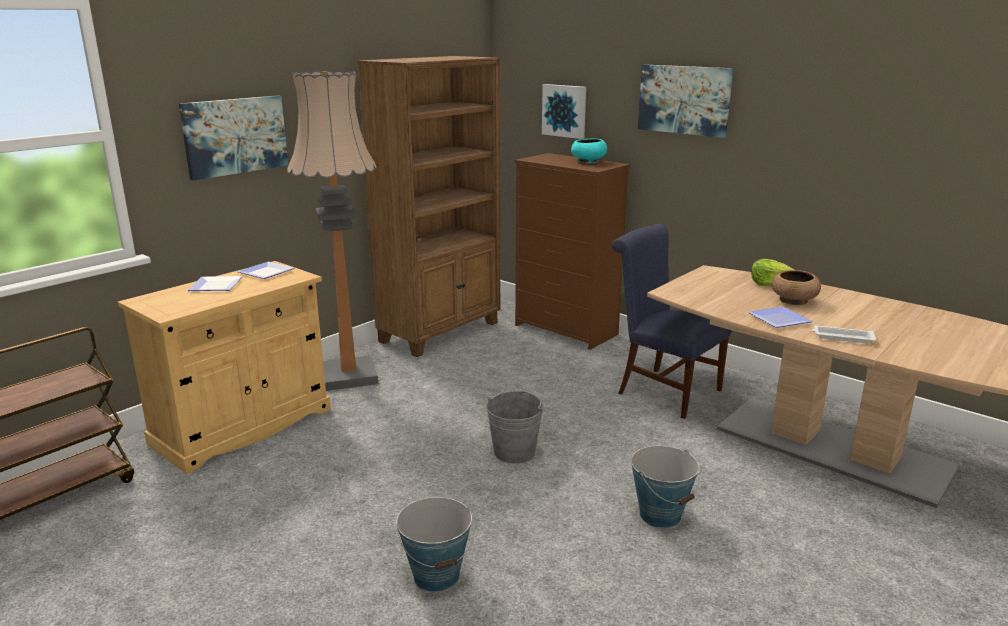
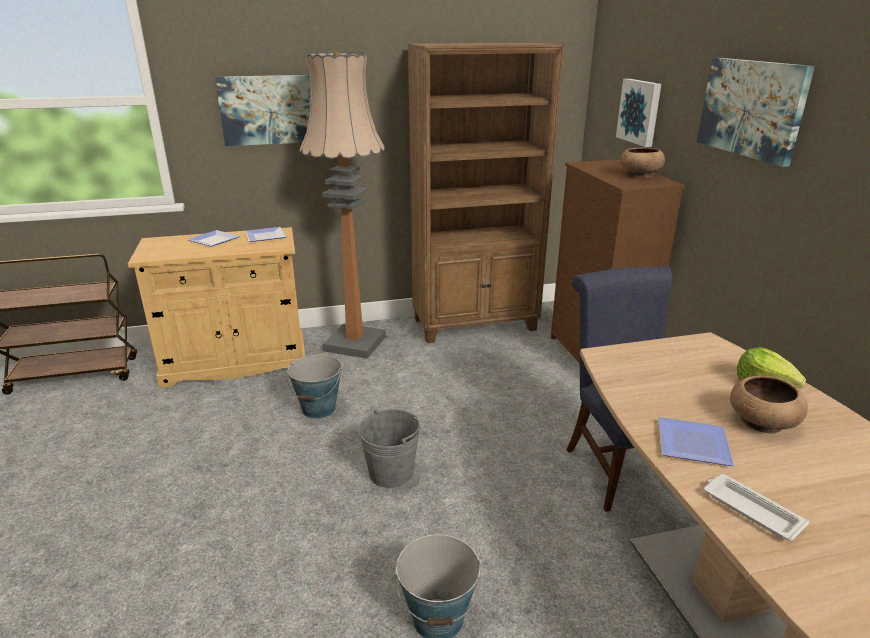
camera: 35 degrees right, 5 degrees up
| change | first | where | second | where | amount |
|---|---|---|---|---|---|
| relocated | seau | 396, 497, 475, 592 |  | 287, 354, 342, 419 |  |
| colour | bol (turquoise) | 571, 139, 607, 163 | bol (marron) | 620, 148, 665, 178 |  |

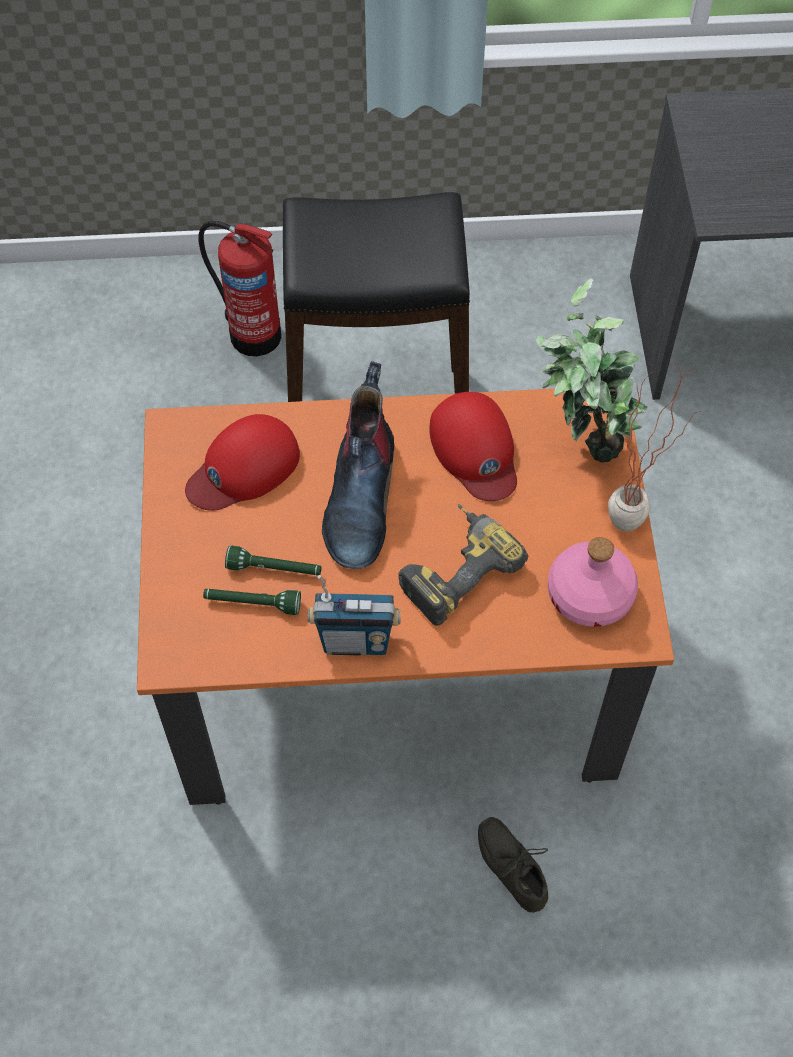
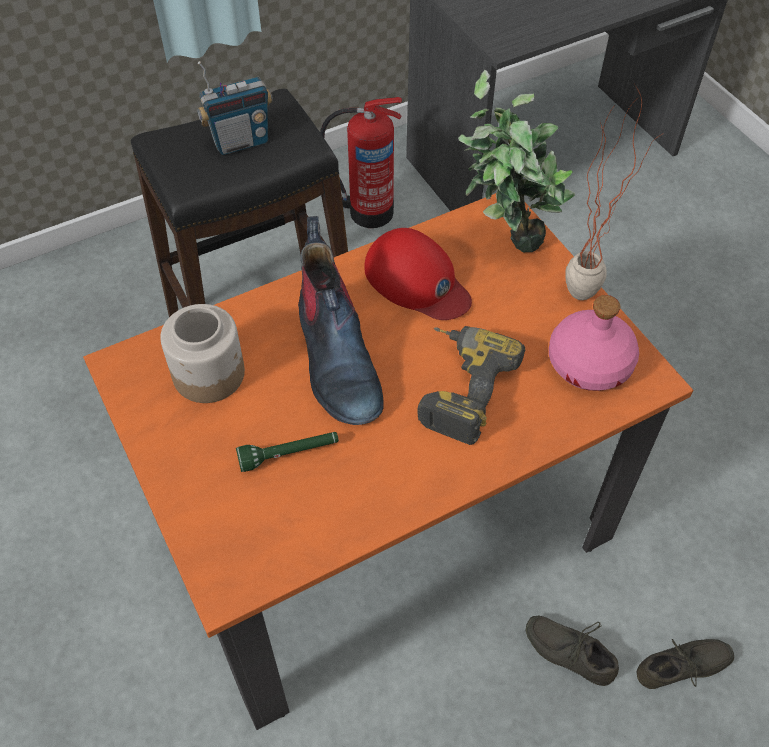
camera: 25 degrees left, 5 degrees down
| change | first | where | second | where | amount |
|---|---|---|---|---|---|
| exchanged | casquette (rouge) | 185, 414, 300, 511 | bocal | 160, 304, 245, 403 |  |
| relocated | radio | 308, 575, 401, 656 |  | 197, 61, 273, 155 |  |
| relocated | extincteur | 198, 221, 281, 356 |  | 320, 97, 402, 228 |  |
| appeared |  |  | chaussure (gris) | 637, 639, 734, 689 |  |
| missing | lampe de poche (vert) | 203, 589, 301, 615 |  |  |  |

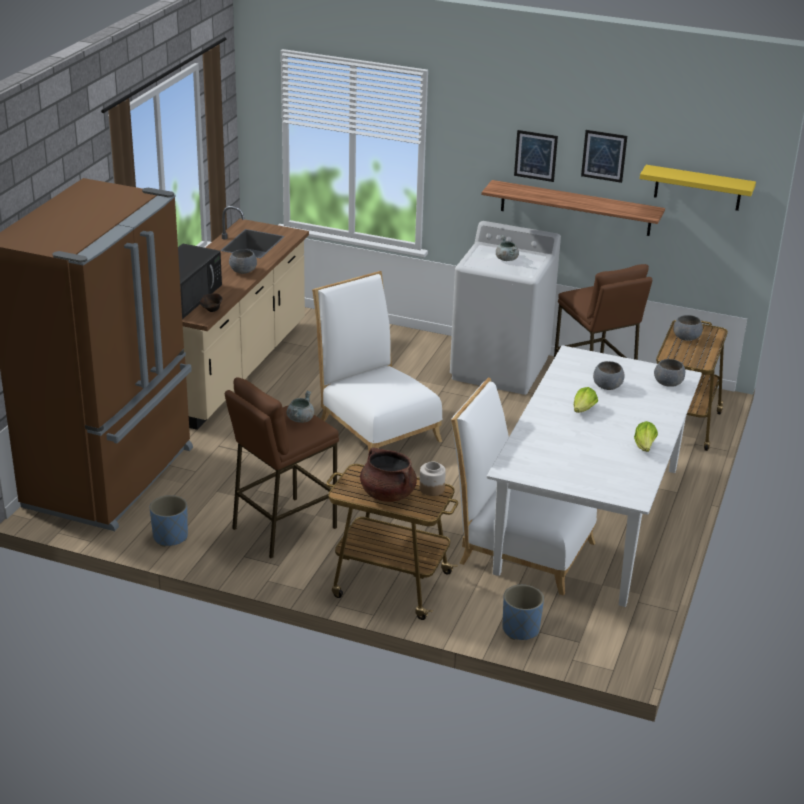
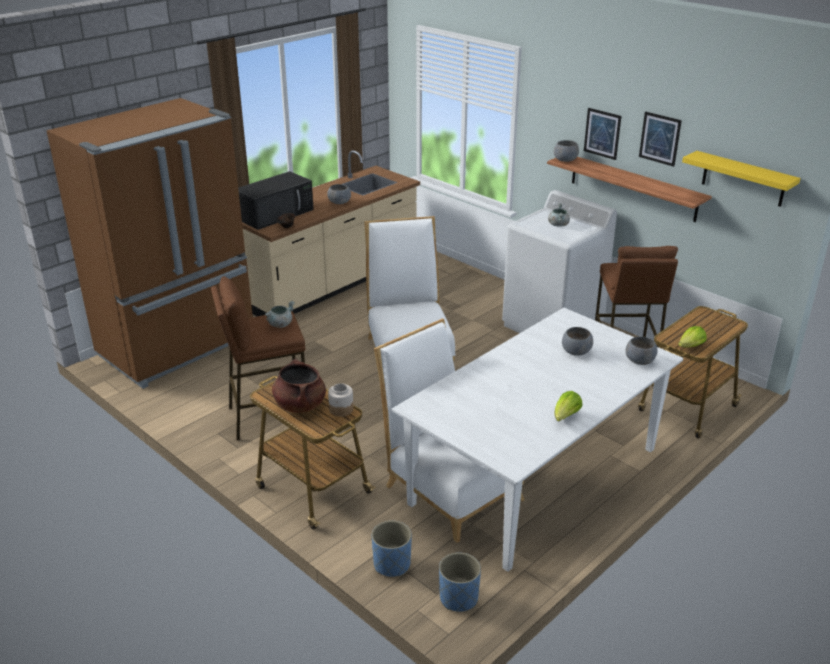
camera: 25 degrees right, 0 degrees up
| change | first | where | second | where | amount |
|---|---|---|---|---|---|
| relocated | cache-pot (bleu) | 150, 495, 188, 547 |  | 439, 553, 481, 612 |  |
| relocated | bol (gris) | 673, 315, 703, 341 |  | 554, 140, 579, 162 |  |
| relocated | laitue | 574, 387, 598, 413 |  | 678, 326, 706, 347 |  |

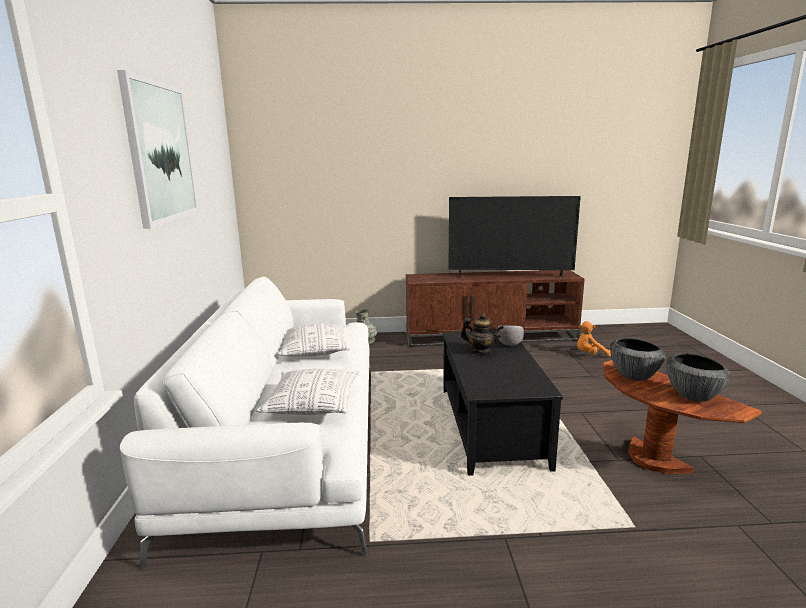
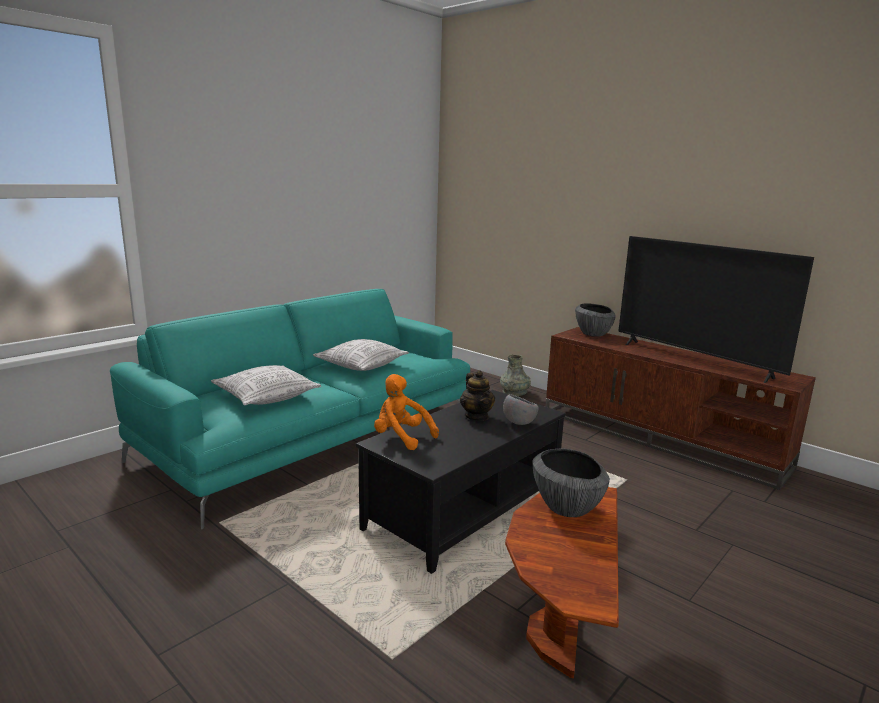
camera: 45 degrees right, 0 degrees up
| change | first | where | second | where | amount |
|---|---|---|---|---|---|
| colour | canapé (blanc) | 120, 277, 370, 570 | canapé (turquoise) | 110, 289, 470, 529 |  |
| relocated | peluche (orange) | 577, 321, 611, 357 |  | 374, 374, 439, 450 |  |
| relocated | bol | 667, 353, 731, 402 |  | 575, 303, 616, 337 |  |
| missing | tableau | 117, 70, 199, 229 |  |  |  |

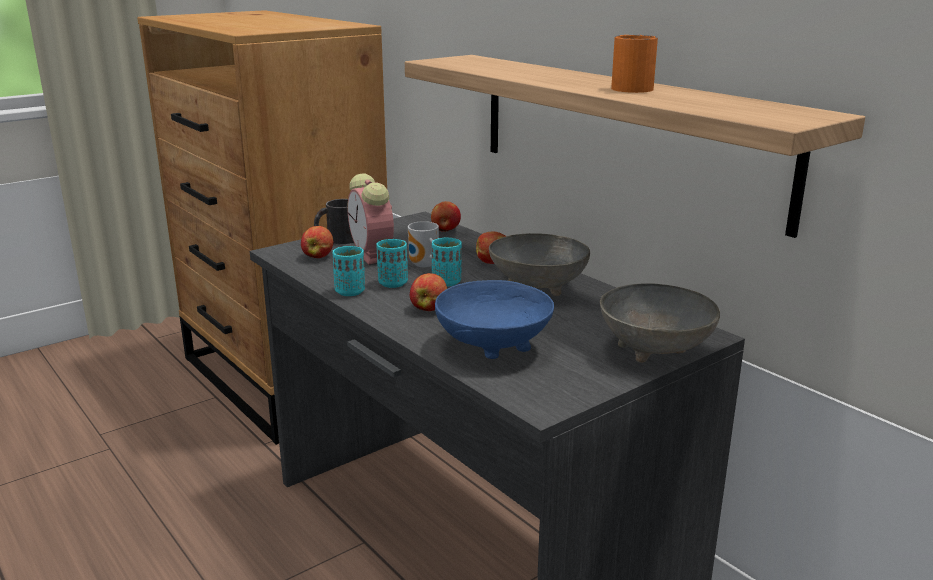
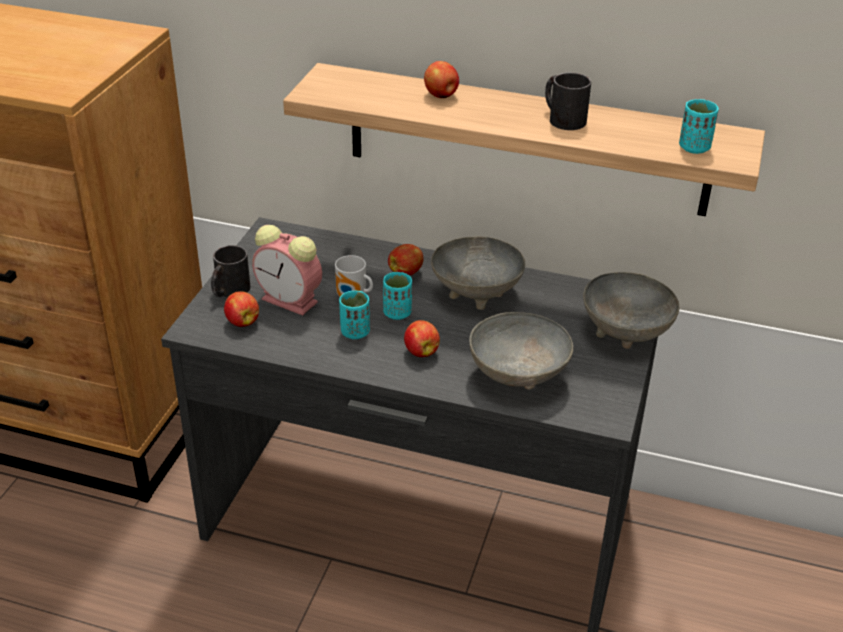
camera: 35 degrees left, 15 degrees up
| change | first | where | second | where | amount |
|---|---|---|---|---|---|
| relocated | pomme | 431, 201, 461, 232 |  | 424, 61, 459, 98 |  |
| colour | bol (bleu) | 435, 280, 554, 359 | bol (gris) | 469, 312, 573, 390 |  |
| colour | mug (orange) | 611, 35, 658, 93 | mug (noir) | 545, 72, 591, 130 |  |
| relocated | tasse (turquoise) | 333, 246, 365, 296 |  | 679, 99, 719, 154 |  |

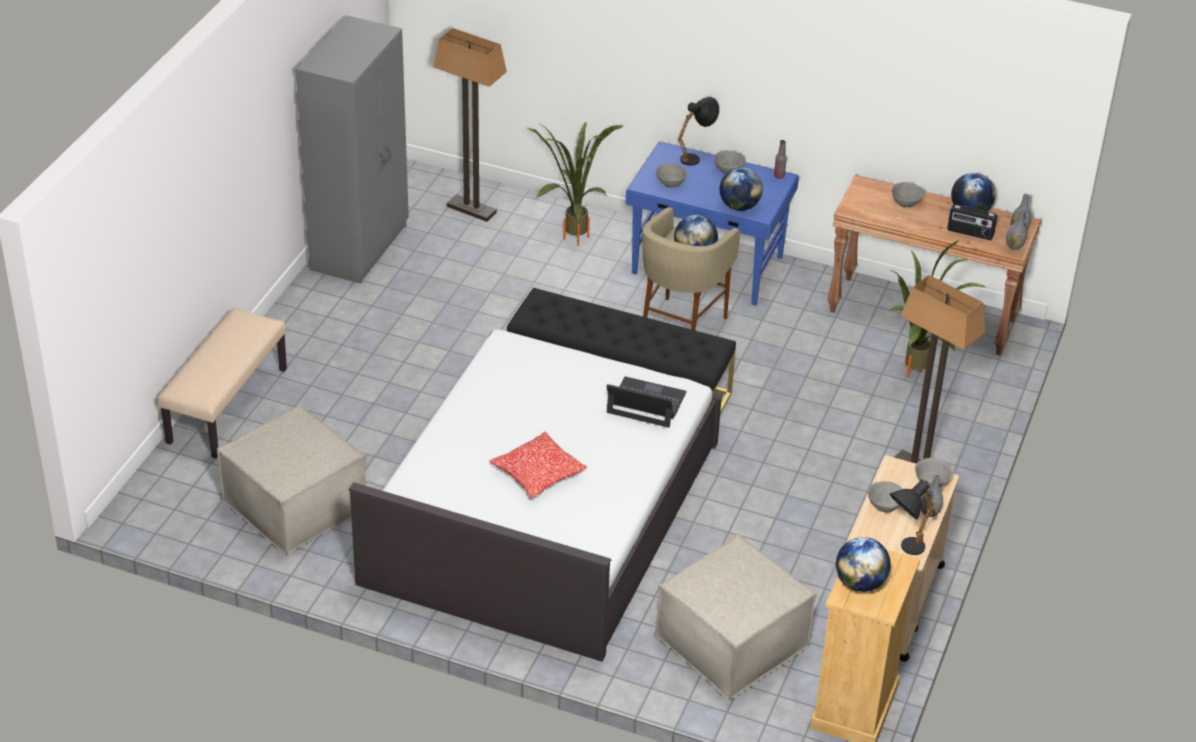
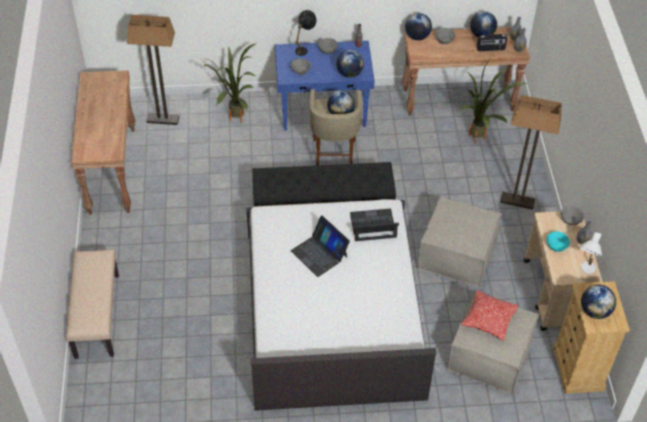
camera: 25 degrees left, 10 degrees up
| change | first | where | second | where | amount |
|---|---|---|---|---|---|
| exchanged | armoire (gris) | 295, 15, 409, 284 | table console (marron) | 71, 70, 135, 215 |  |
| appeared |  |  | ordinateur portable | 291, 216, 350, 277 |  |
| appeared |  |  | globe | 405, 13, 432, 40 |  |
| relocated | pouf (beige) | 217, 404, 367, 554 |  | 416, 196, 502, 287 |  |
| relocated | coussin | 490, 432, 587, 498 |  | 461, 290, 519, 341 |  |
| colour | bol (gris) | 868, 481, 903, 513 | bol (turquoise) | 547, 231, 570, 252 |  |
| colour | lampe de table (noir) | 890, 479, 935, 555 | lampe de table (blanc) | 579, 232, 602, 274 |  |

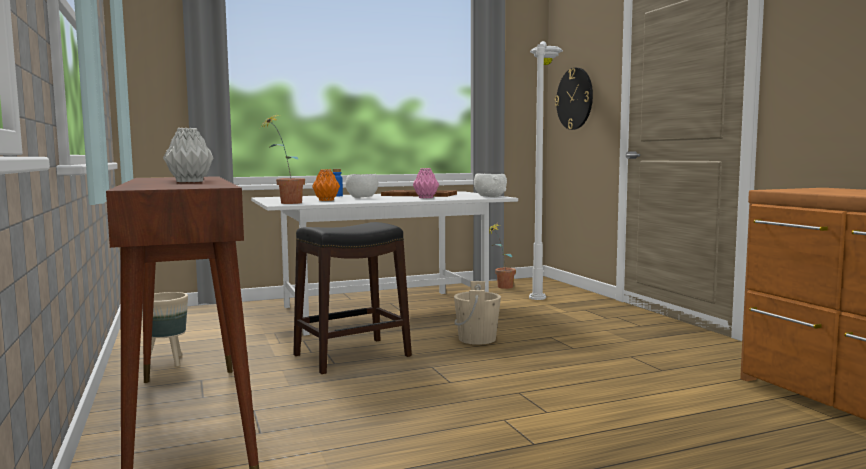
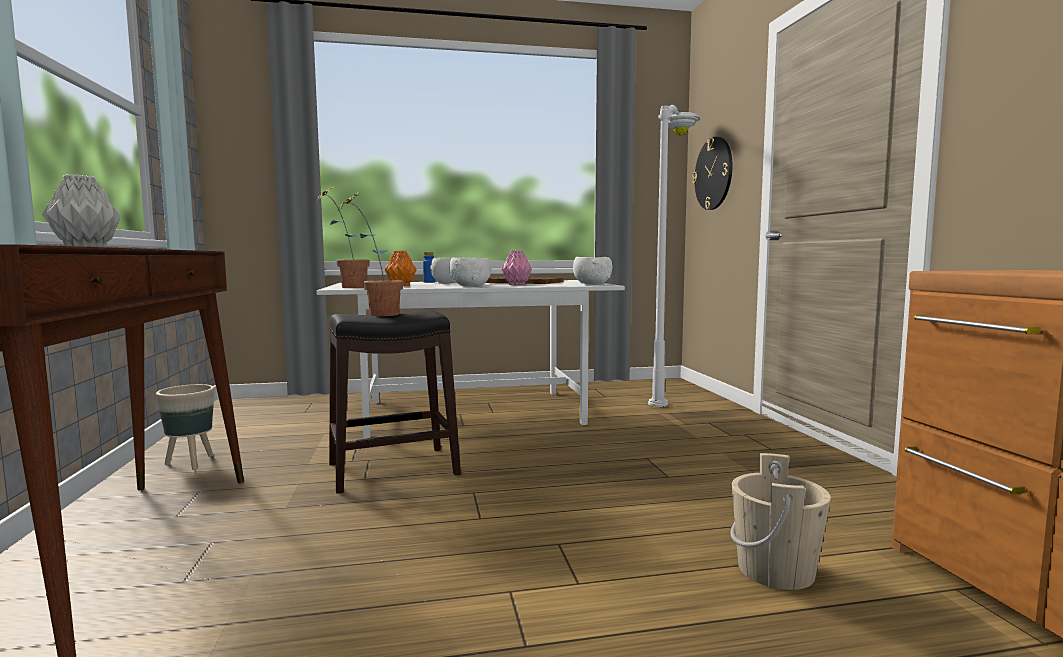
camera: 10 degrees right, 0 degrees up
| change | first | where | second | where | amount |
|---|---|---|---|---|---|
| relocated | plante en pot | 489, 224, 516, 289 |  | 337, 193, 403, 316 |  |
| appeared |  |  | bol (blanc) | 449, 257, 491, 287 |  |
| relocated | seau (beige) | 454, 281, 501, 345 |  | 730, 453, 831, 590 |  |

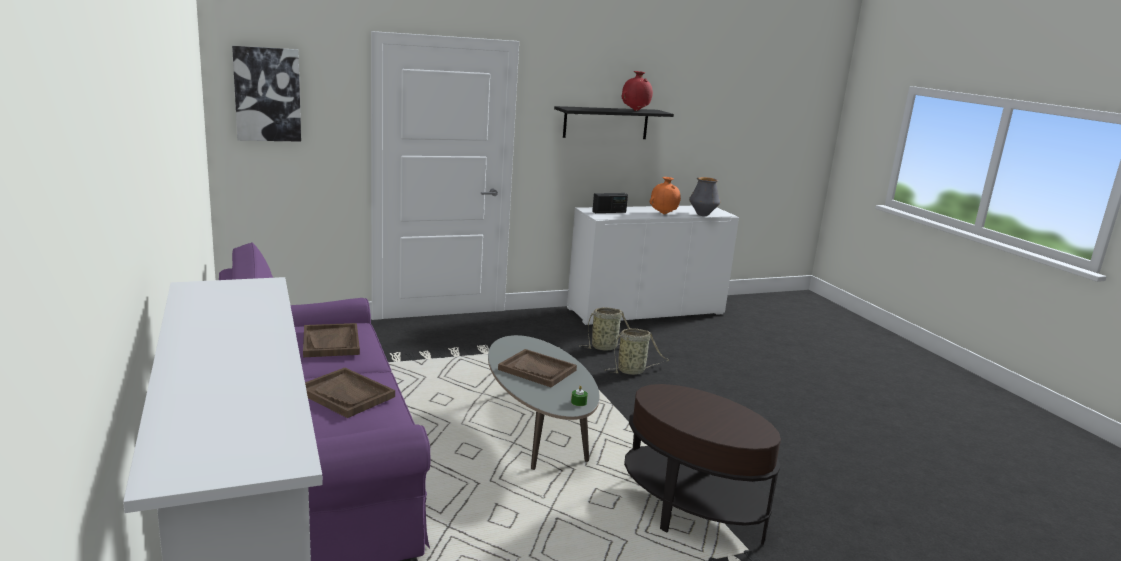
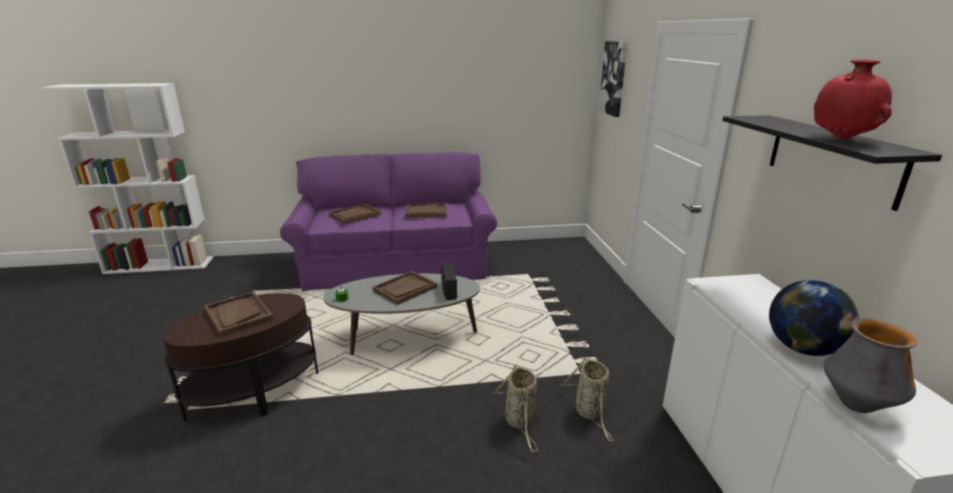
camera: 105 degrees right, 5 degrees up
| change | first | where | second | where | amount |
|---|---|---|---|---|---|
| appeared |  |  | plateau (marron) | 204, 291, 273, 337 |  |
| relocated | radio | 592, 193, 628, 213 |  | 441, 263, 457, 300 |  |
| exchanged | vase (orange) | 650, 177, 681, 214 | globe | 769, 280, 859, 356 |  |

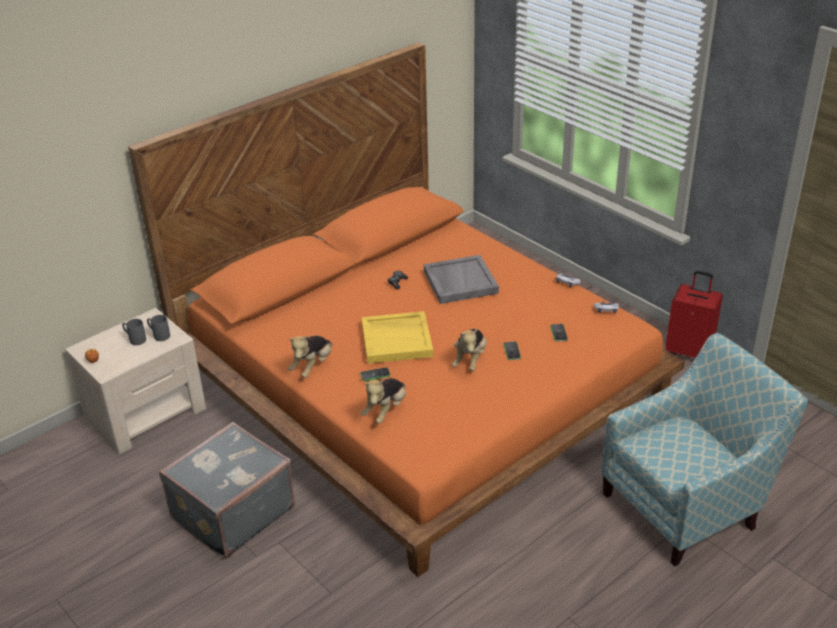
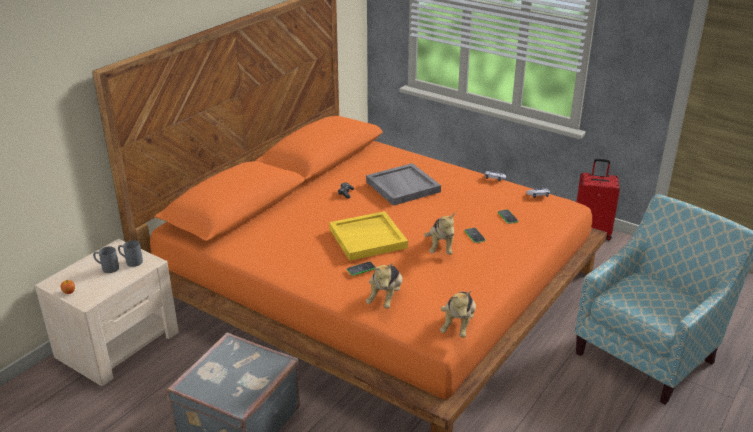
camera: 15 degrees left, 5 degrees down
| change | first | where | second | where | amount |
|---|---|---|---|---|---|
| relocated | peluche | 288, 335, 332, 378 |  | 440, 291, 476, 338 |  |

